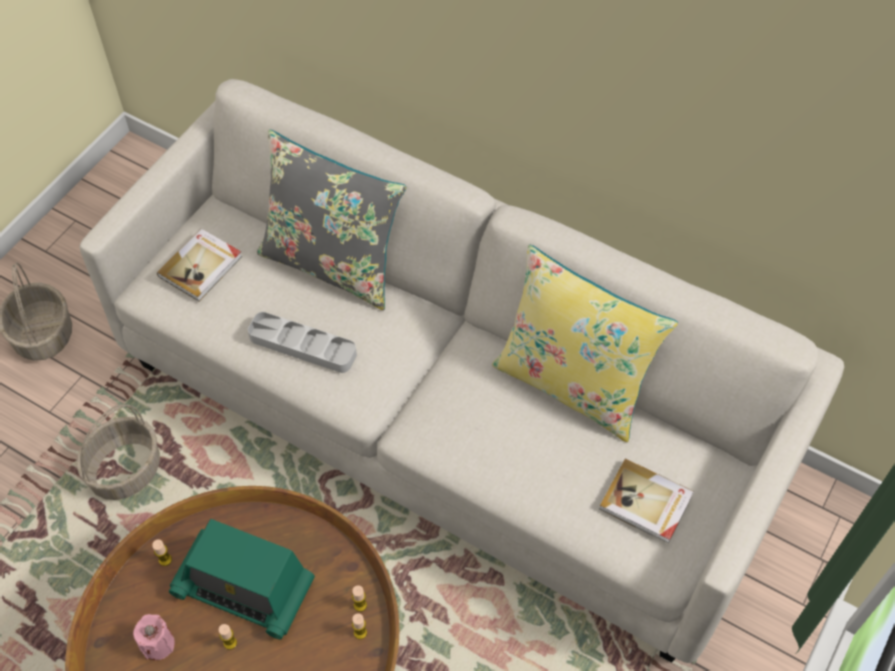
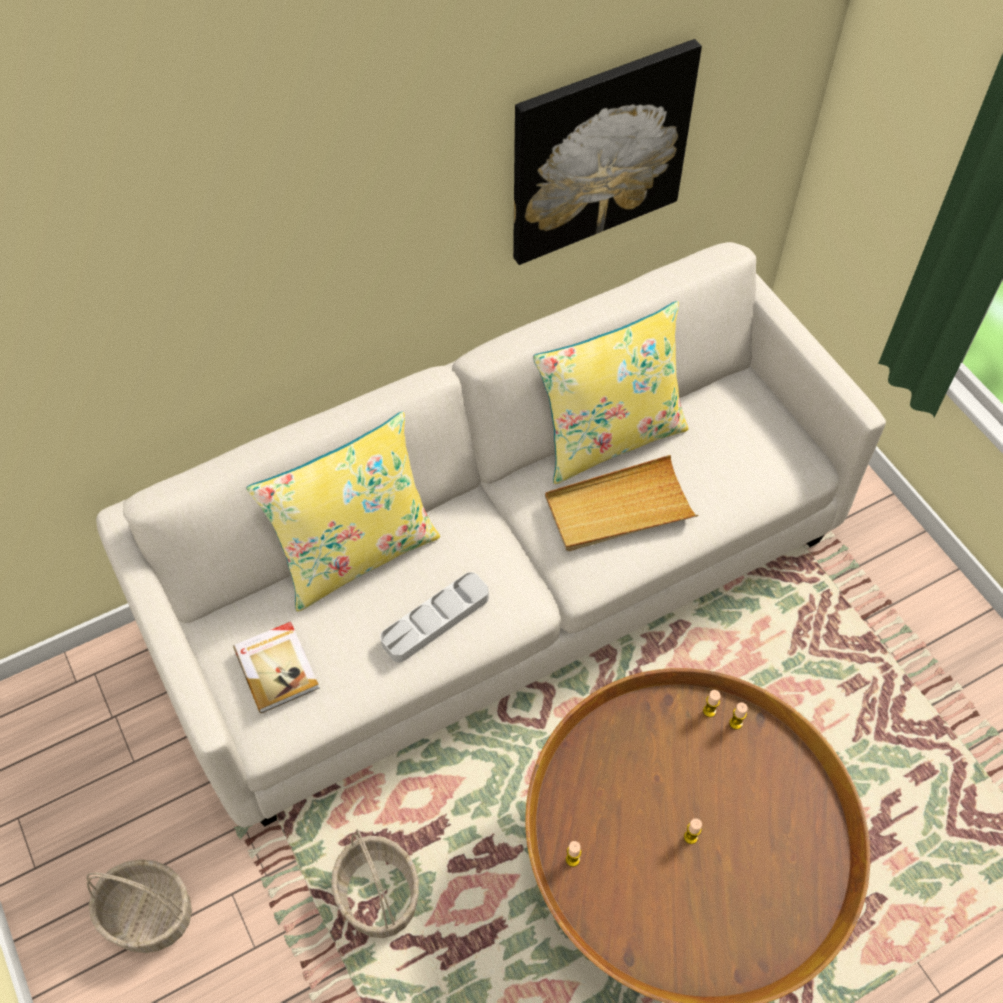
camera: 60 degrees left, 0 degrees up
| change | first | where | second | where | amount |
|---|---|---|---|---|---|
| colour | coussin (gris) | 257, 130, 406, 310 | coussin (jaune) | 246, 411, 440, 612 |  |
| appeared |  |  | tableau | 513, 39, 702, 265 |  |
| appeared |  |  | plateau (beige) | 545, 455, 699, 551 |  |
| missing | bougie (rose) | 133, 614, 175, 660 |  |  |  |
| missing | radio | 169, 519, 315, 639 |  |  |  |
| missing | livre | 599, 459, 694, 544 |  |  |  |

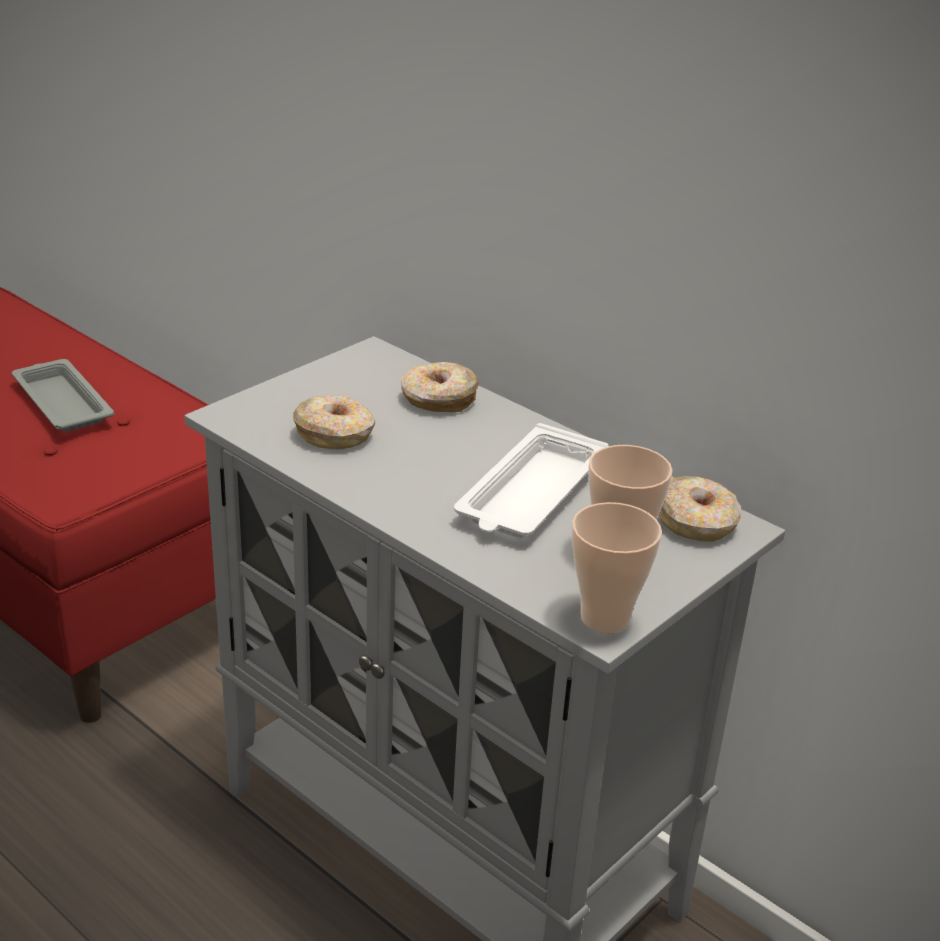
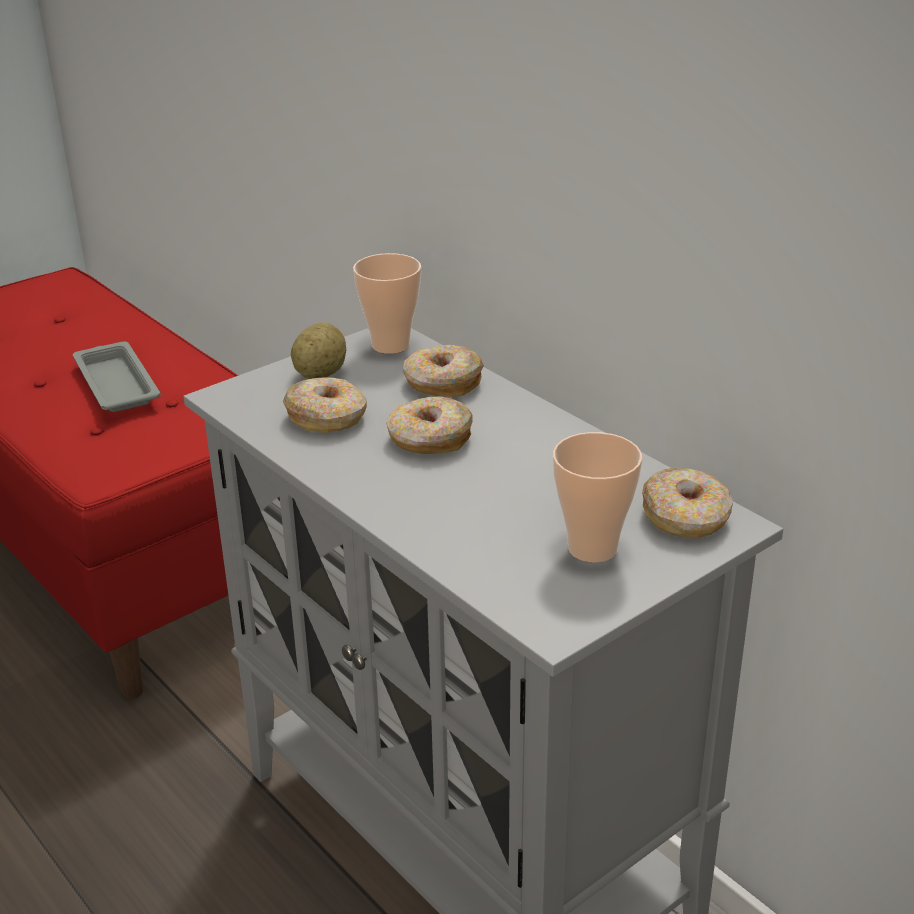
camera: 10 degrees right, 0 degrees up
| change | first | where | second | where | amount |
|---|---|---|---|---|---|
| appeared |  |  | pomme de terre | 291, 322, 346, 379 |  |
| relocated | tasse | 572, 502, 662, 633 |  | 353, 253, 421, 354 |  |
| appeared |  |  | beignet | 386, 396, 473, 454 |  |
| missing | plateau (blanc) | 454, 423, 609, 538 |  |  |  |

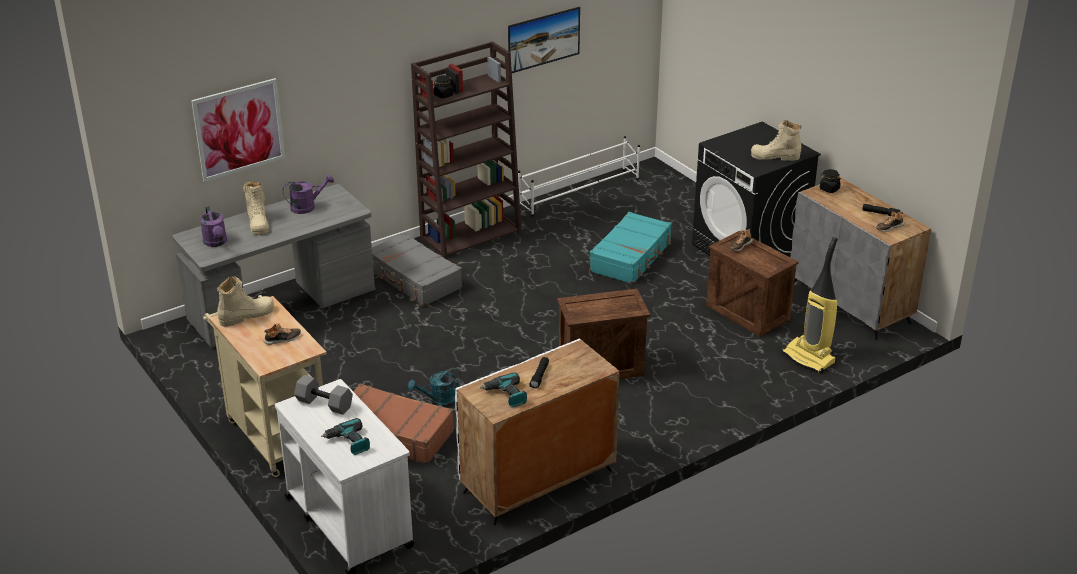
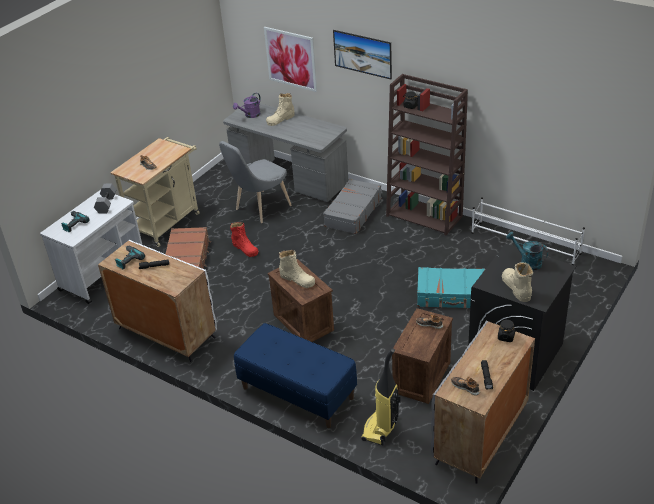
camera: 70 degrees right, 5 degrees up
| change | first | where | second | where | amount |
|---|---|---|---|---|---|
| appeared |  |  | chaise (gris) | 219, 141, 292, 223 |  |
| appeared |  |  | botte (rouge) | 230, 222, 259, 257 |  |
| appeared |  |  | banc (bleu) | 234, 323, 357, 428 |  |
| relocated | botte (beige) | 217, 276, 274, 327 |  | 279, 250, 315, 288 |  |
| relocated | tableau | 508, 7, 580, 73 |  | 333, 30, 392, 79 |  |
| relocated | arrosoir (turquoise) | 408, 368, 461, 407 |  | 506, 232, 548, 270 |  |
| missing | arrosoir (violet) | 282, 174, 334, 214 |  |  |  |

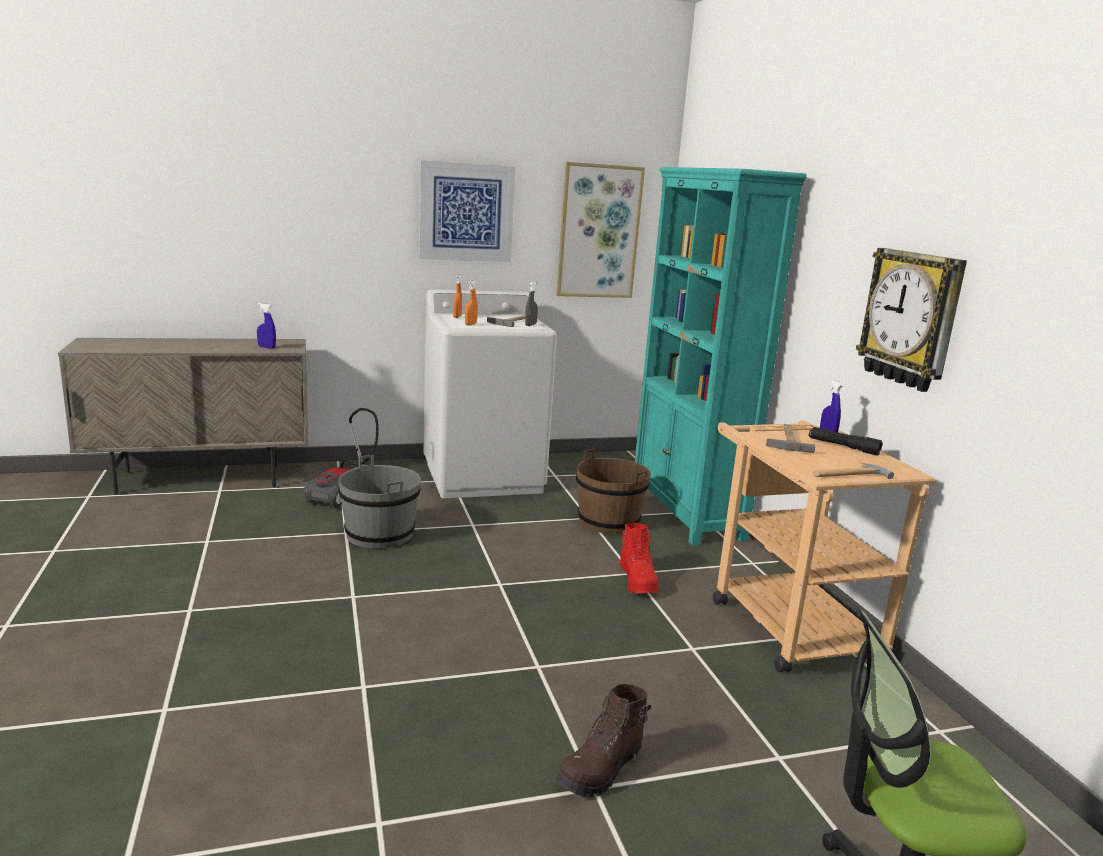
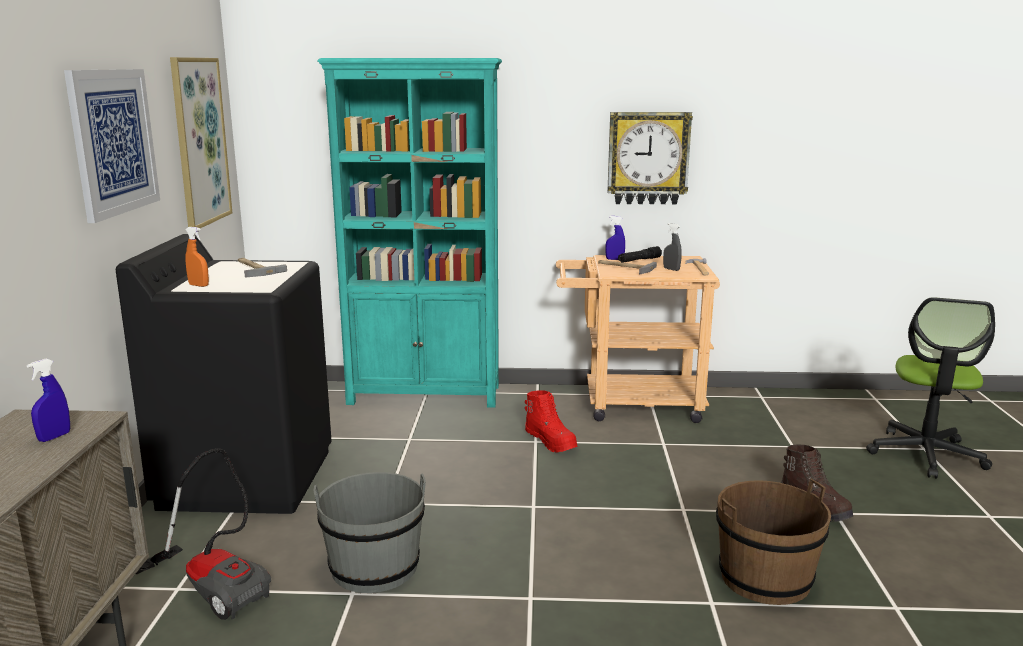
camera: 70 degrees left, 0 degrees up
| change | first | where | second | where | amount |
|---|---|---|---|---|---|
| colour | lave-linge (blanc) | 423, 289, 557, 498 | lave-linge (noir) | 116, 234, 332, 514 |  |
| spun | botte (rouge) | 620, 523, 659, 593 |  | 525, 390, 578, 453 | 45 degrees clockwise |
| relocated | vaporisateur (gris) | 525, 281, 538, 326 |  | 663, 223, 682, 271 |  |
| relocated | seau (marron) | 576, 449, 651, 534 |  | 716, 479, 831, 605 |  |
| missing | vaporisateur (orange) | 465, 280, 478, 325 |  |  |  |

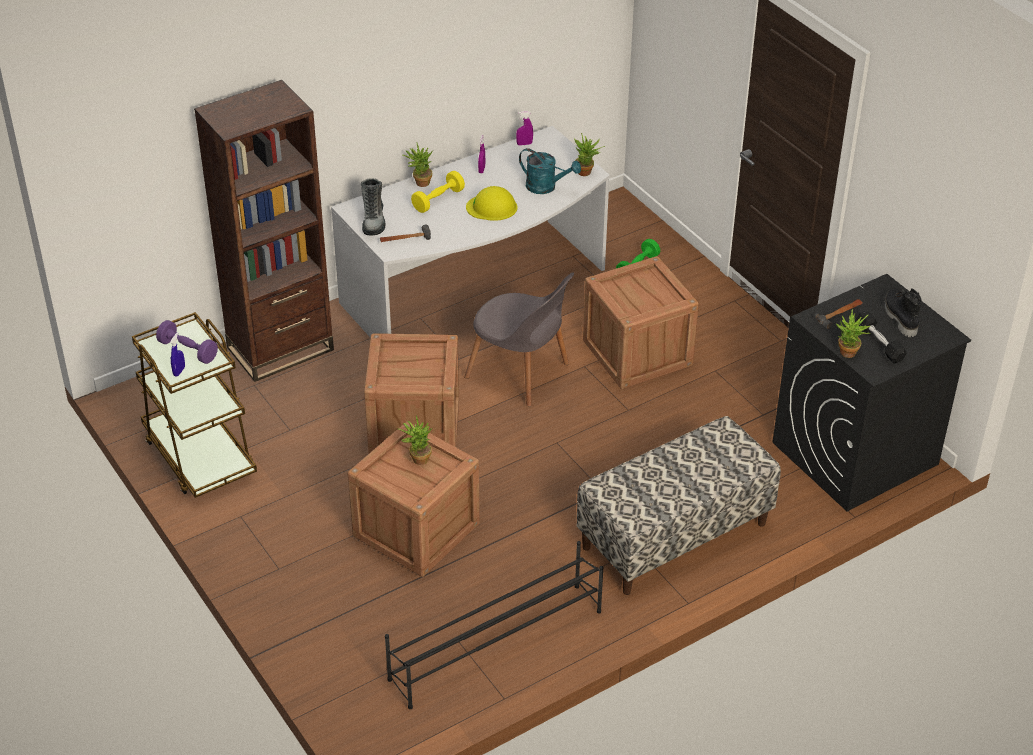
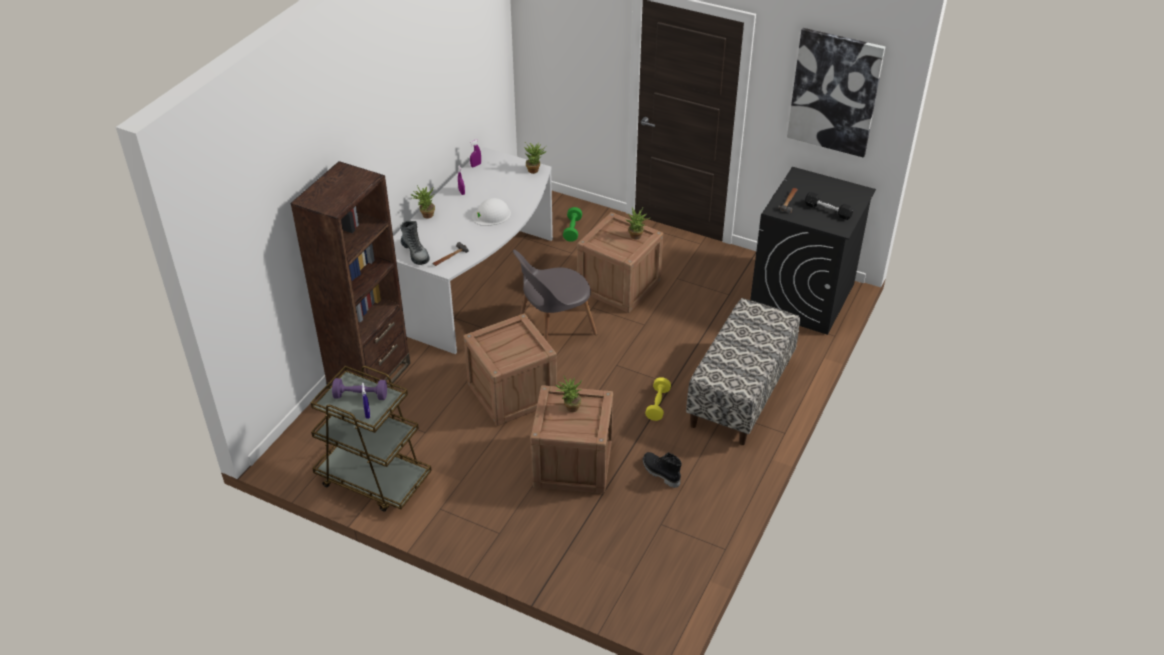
camera: 30 degrees left, 0 degrees up
| change | first | where | second | where | amount |
|---|---|---|---|---|---|
| colour | casque de chantier (jaune) | 466, 186, 518, 221 | casque de chantier (blanc) | 472, 198, 511, 226 |  |
| spun | chaise (gris) | 464, 272, 574, 406 |  | 513, 250, 597, 342 | 150 degrees clockwise |
| relocated | plante en pot | 836, 309, 871, 358 |  | 626, 207, 650, 240 |  |
| relocated | botte (noir) | 885, 288, 922, 337 |  | 643, 452, 682, 488 |  |
| relocated | haltère (jaune) | 411, 171, 465, 213 |  | 645, 377, 671, 421 |  |
| appeared |  |  | tableau | 787, 28, 885, 158 |  |
| missing | étagère à chaussures (noir) | 385, 541, 604, 709 |  |  |  |
| missing | arrosoir (turquoise) | 519, 148, 581, 194 |  |  |  |

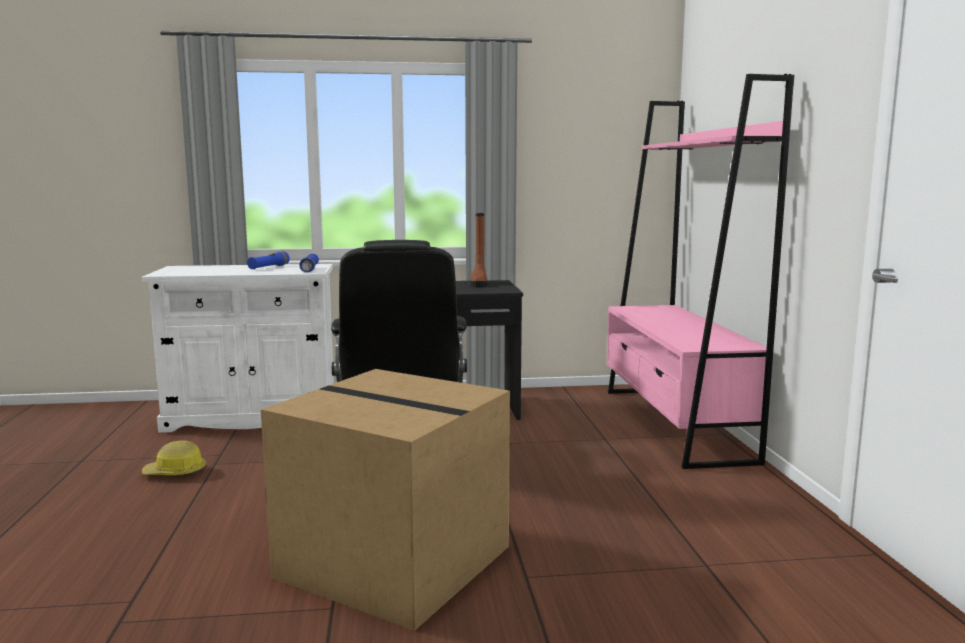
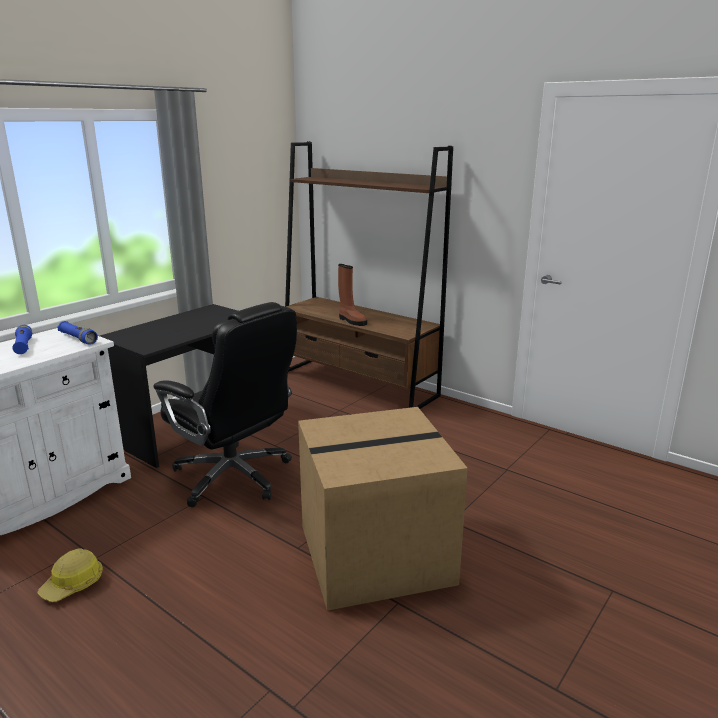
camera: 45 degrees left, 10 degrees up
| change | first | where | second | where | amount |
|---|---|---|---|---|---|
| colour | bibliothèque (rose) | 607, 74, 794, 469 | bibliothèque (marron) | 285, 142, 453, 409 |  |
| relocated | botte (marron) | 470, 213, 488, 287 |  | 338, 264, 367, 326 |  |

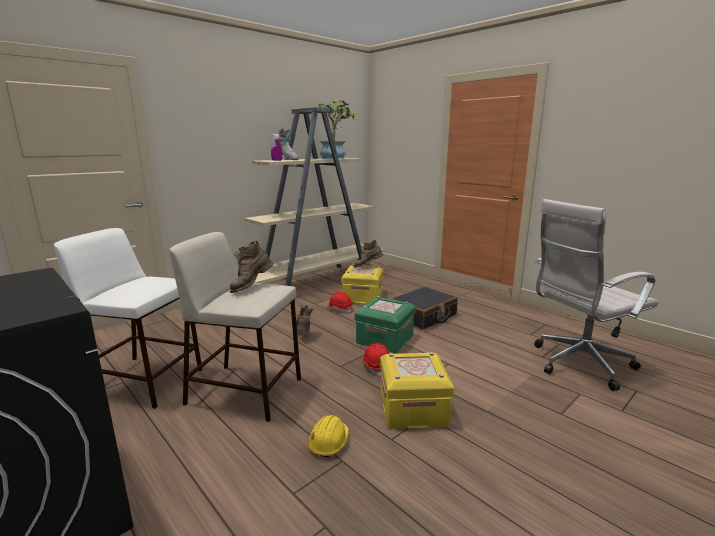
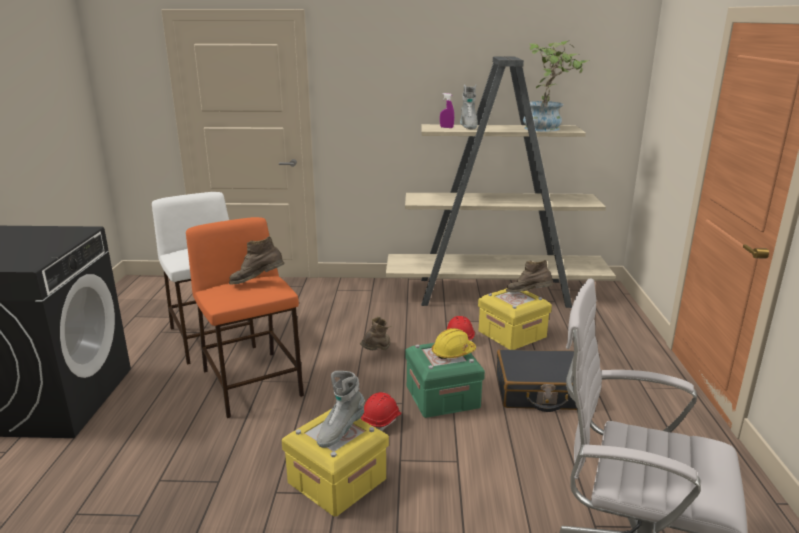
camera: 45 degrees right, 5 degrees up
| change | first | where | second | where | amount |
|---|---|---|---|---|---|
| colour | tabouret (beige) | 170, 232, 301, 422 | tabouret (orange) | 186, 217, 304, 418 |  |
| appeared |  |  | botte (gris) | 317, 371, 365, 448 |  |
| relocated | casque de chantier (jaune) | 308, 415, 349, 457 |  | 432, 328, 476, 359 |  |

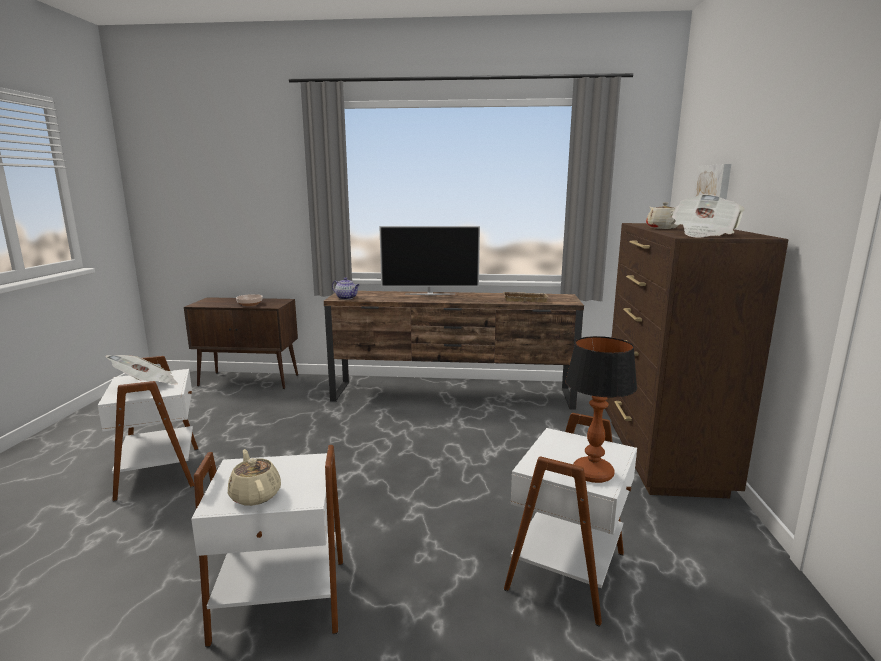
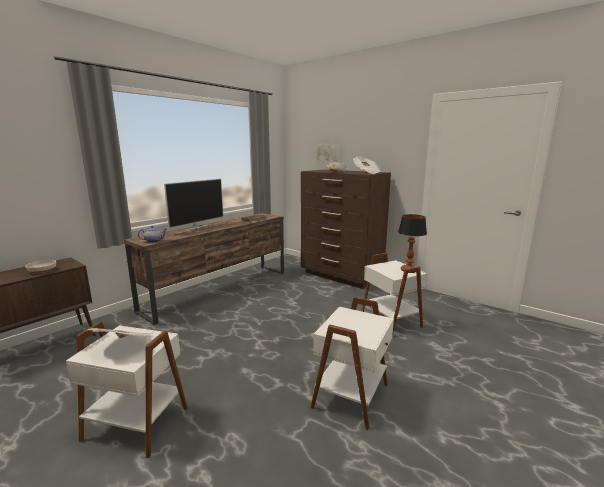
camera: 55 degrees left, 0 degrees up
| change | first | where | second | where | amount |
|---|---|---|---|---|---|
| missing | théière (beige) | 228, 449, 281, 506 |  |  |  |

